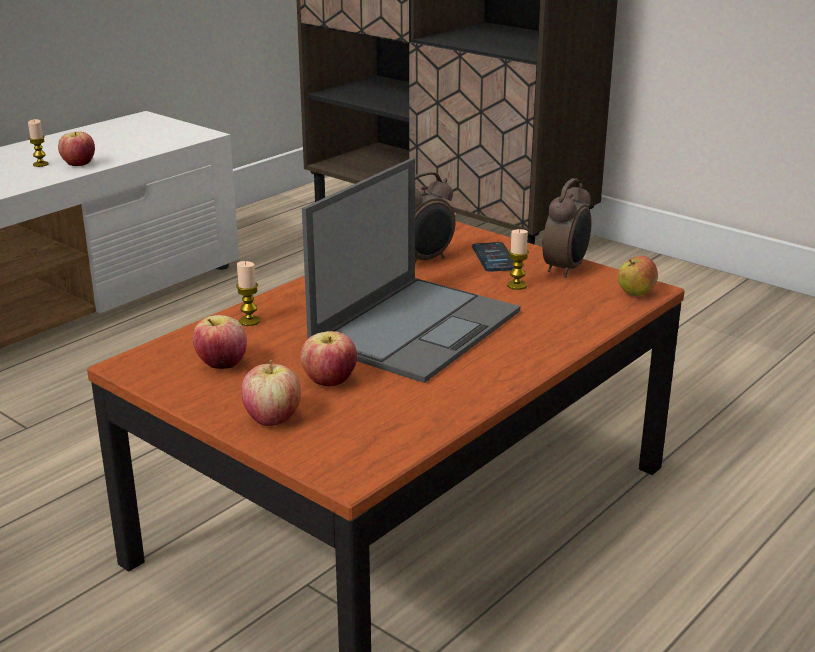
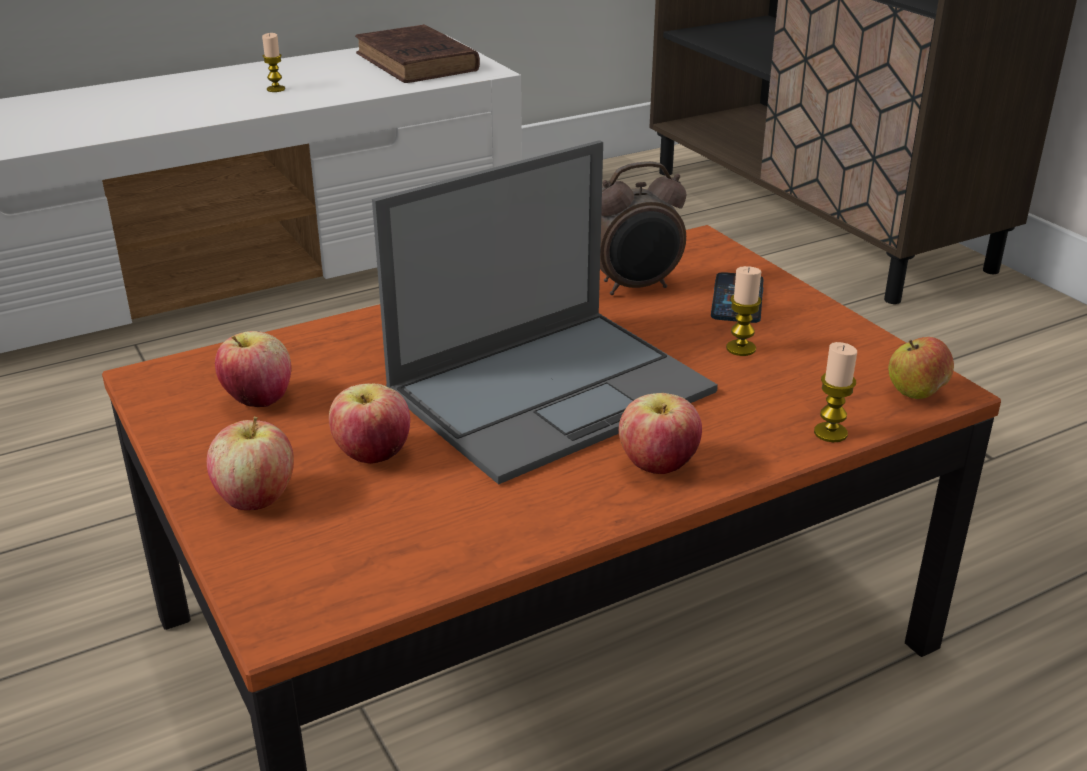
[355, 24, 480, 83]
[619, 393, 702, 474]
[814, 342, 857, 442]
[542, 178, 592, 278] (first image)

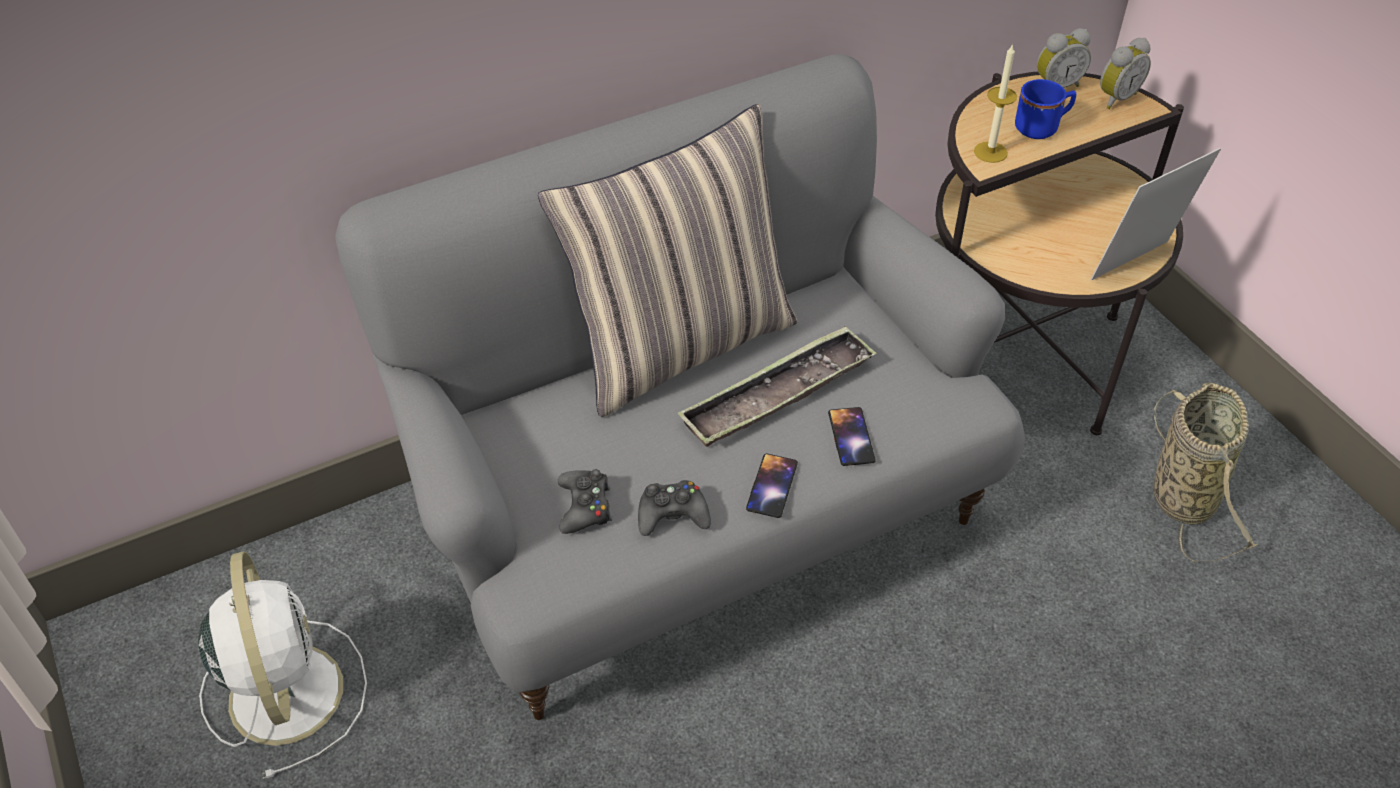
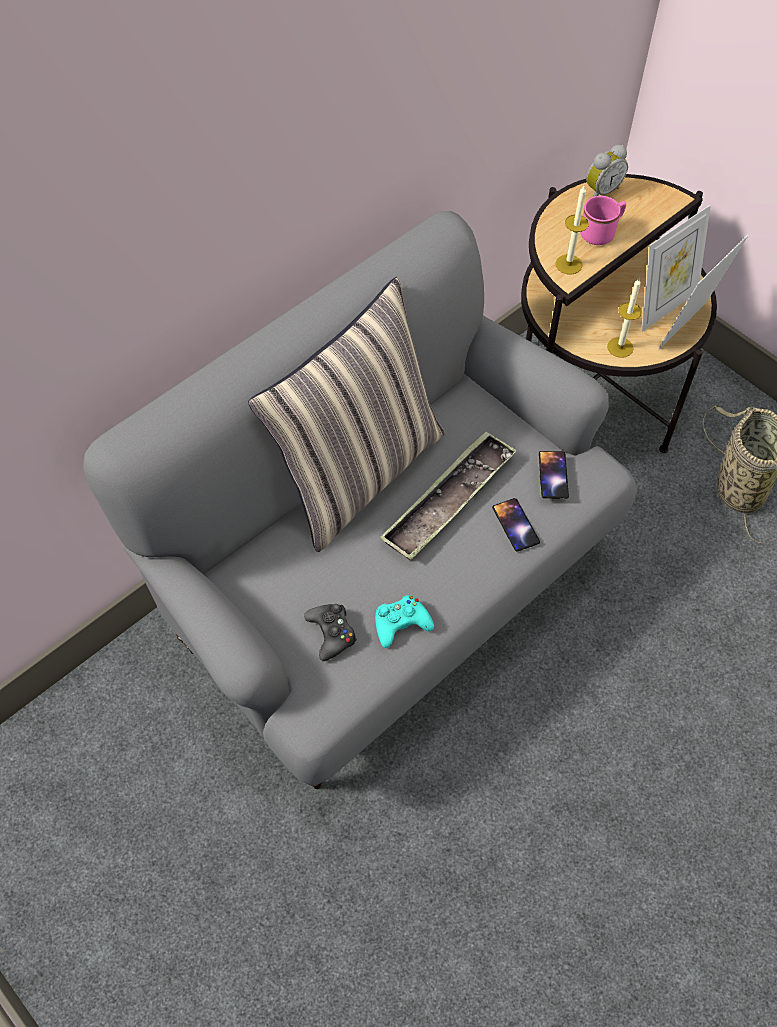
[375, 595, 434, 648]
[539, 451, 569, 499]
[580, 196, 626, 245]
[607, 278, 642, 358]
[641, 205, 711, 332]
[198, 551, 367, 779] (first image)
[1100, 38, 1151, 109] (first image)

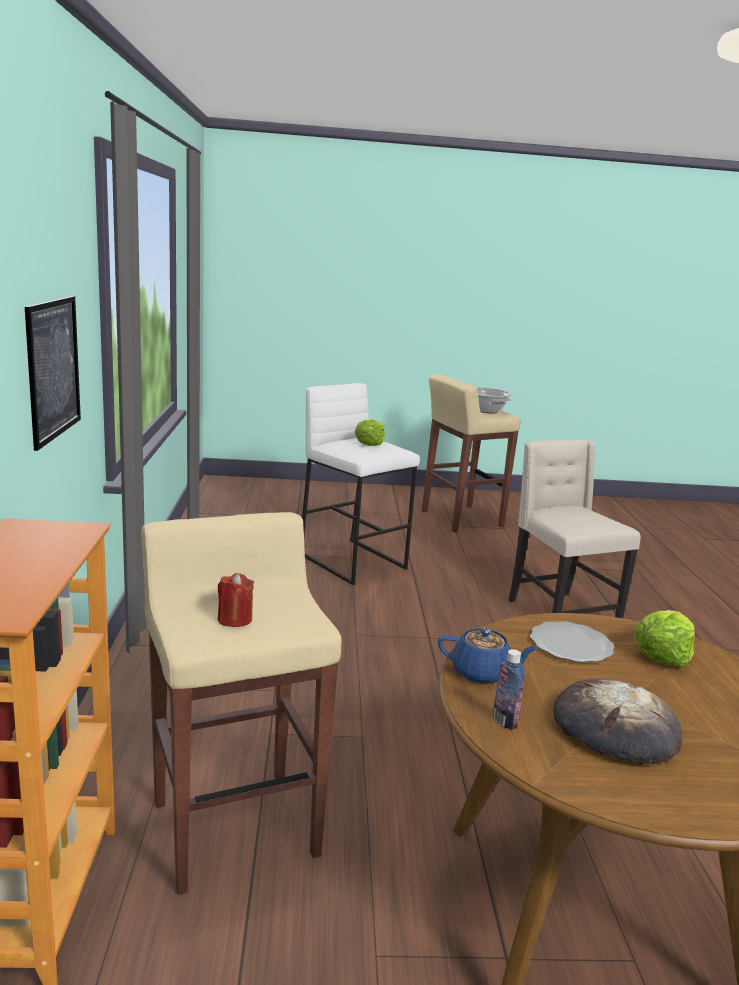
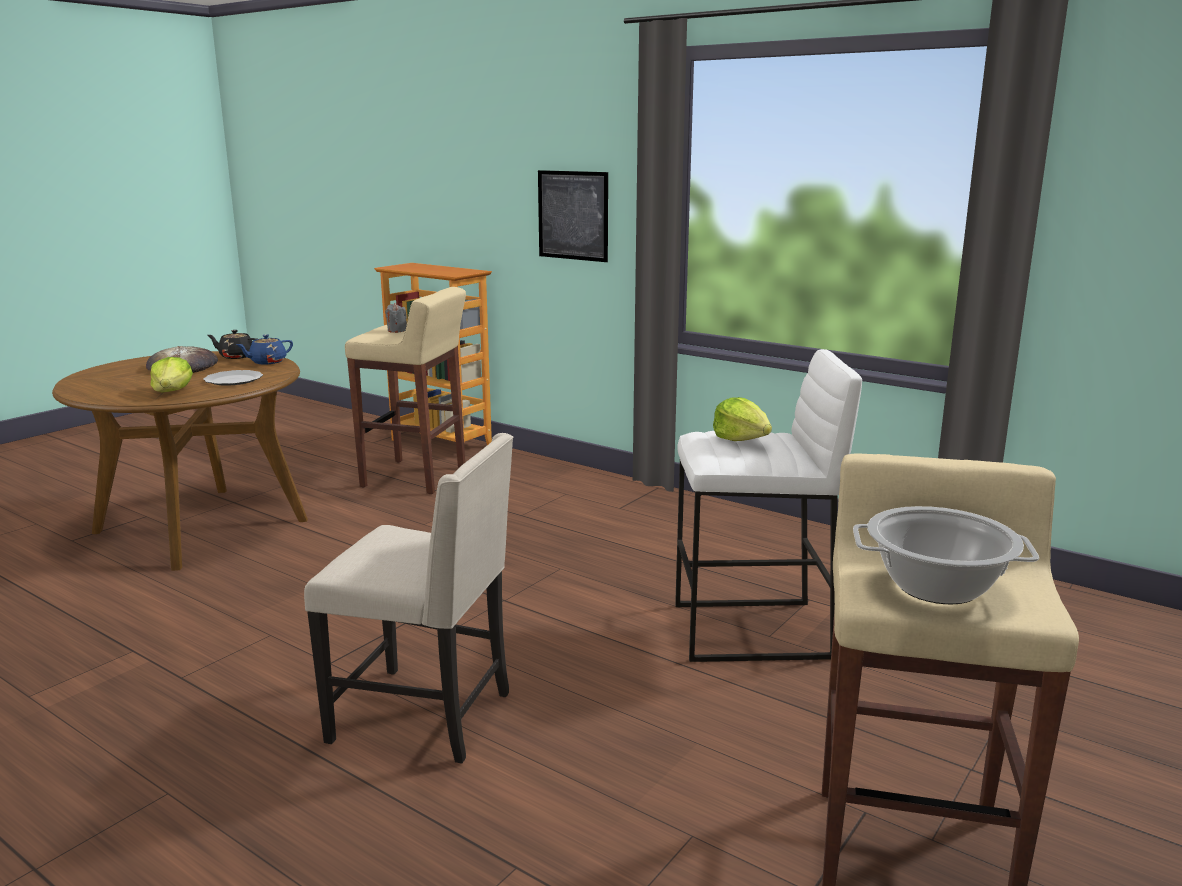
[207, 330, 257, 359]
[385, 303, 407, 333]

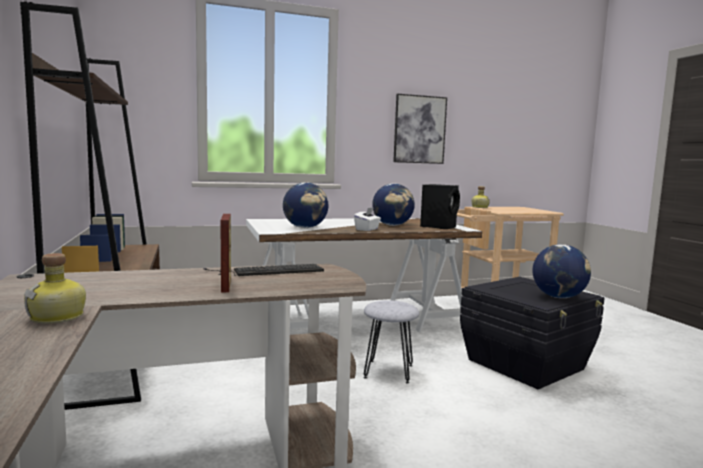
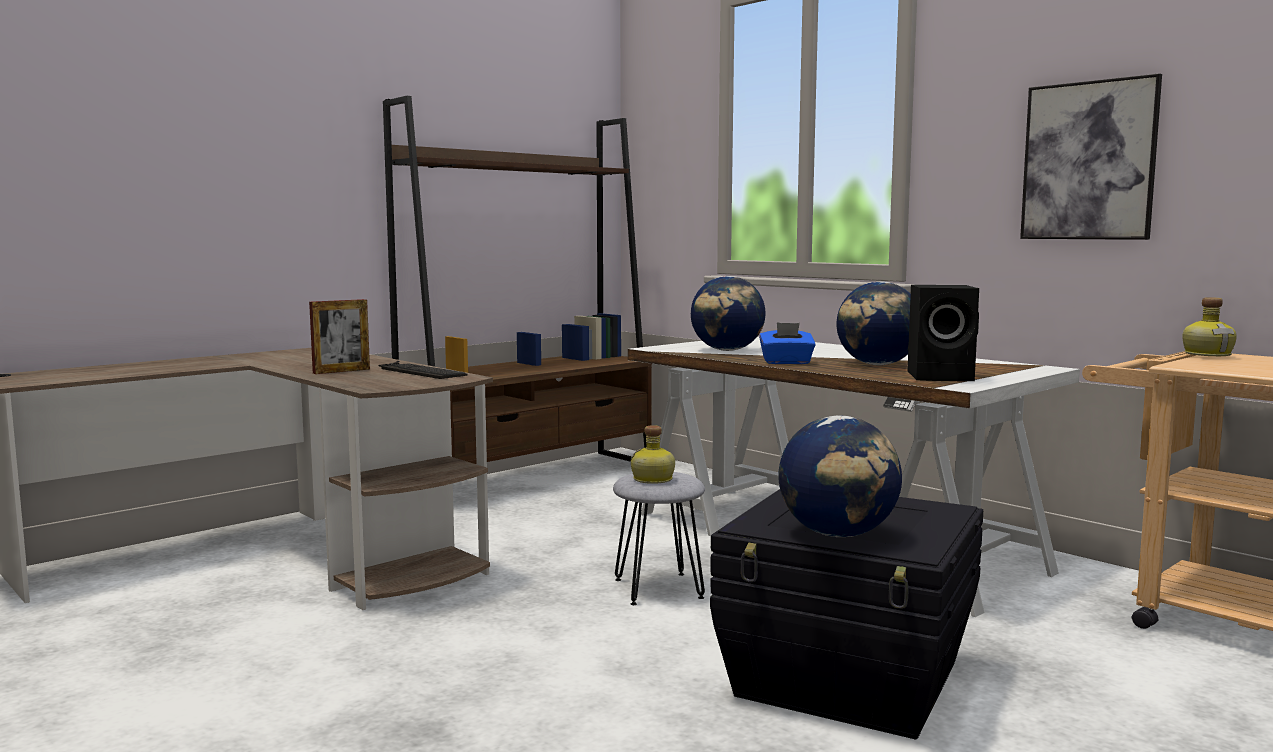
[631, 425, 675, 484]
[759, 322, 816, 364]

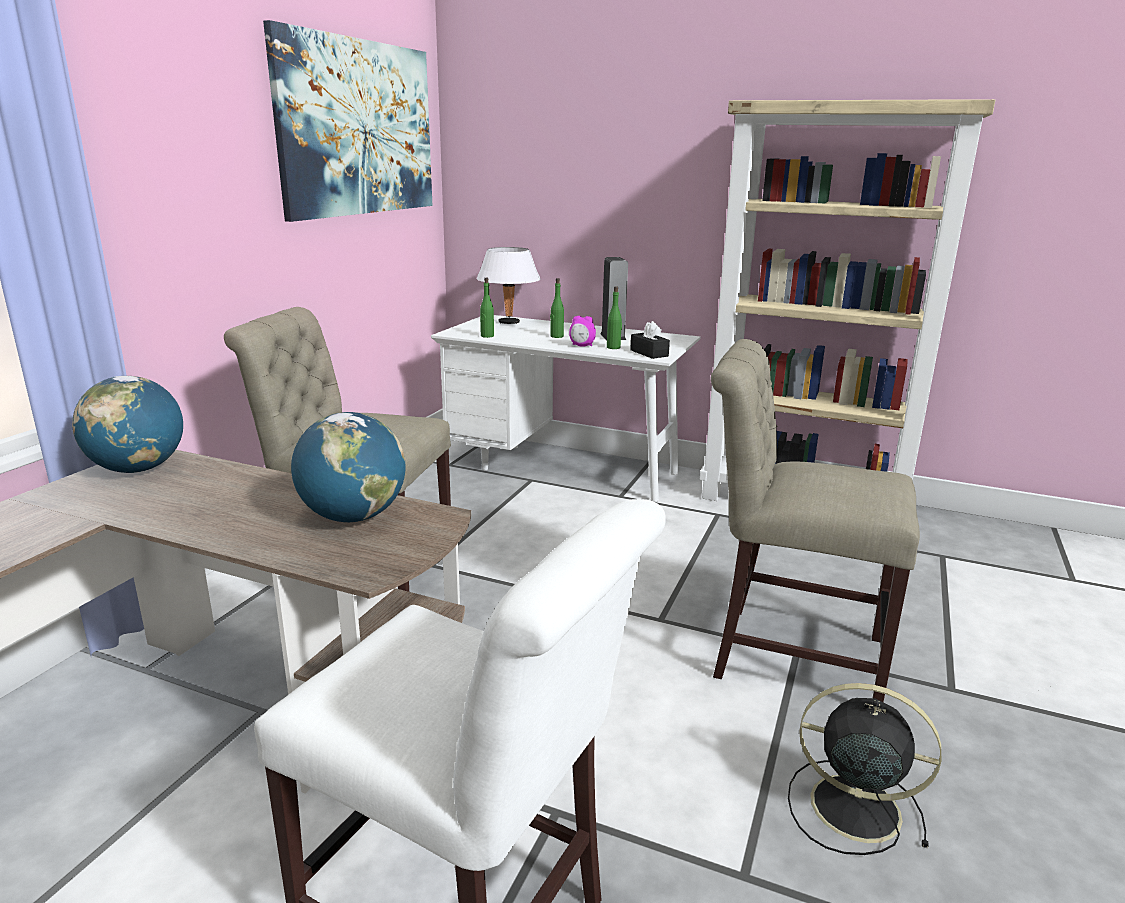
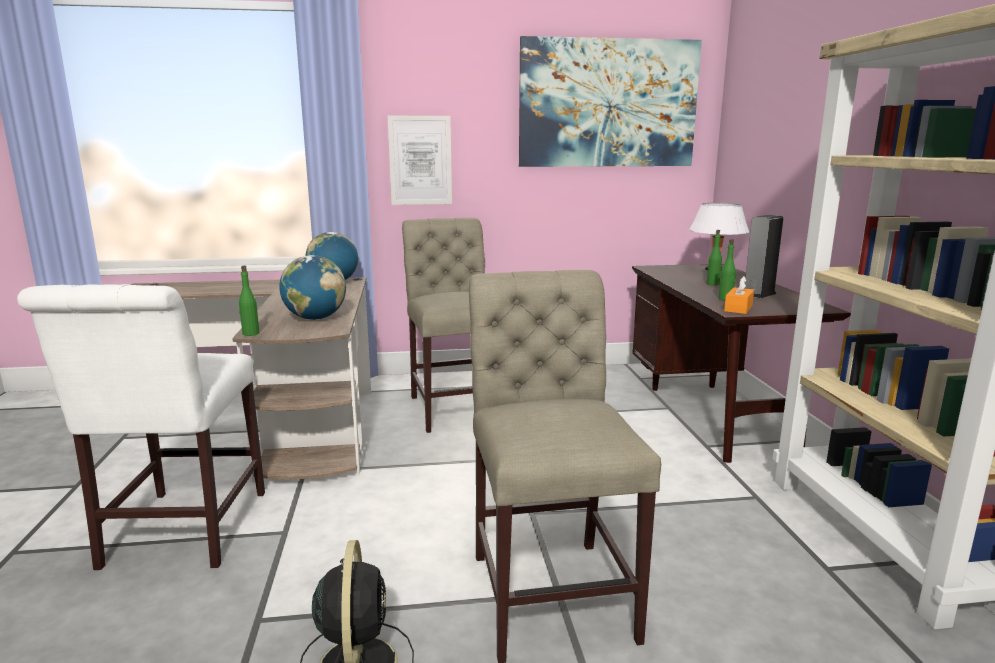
[239, 266, 260, 336]
[388, 116, 452, 205]
[632, 264, 851, 463]
[724, 276, 754, 314]
[569, 316, 596, 347] (first image)

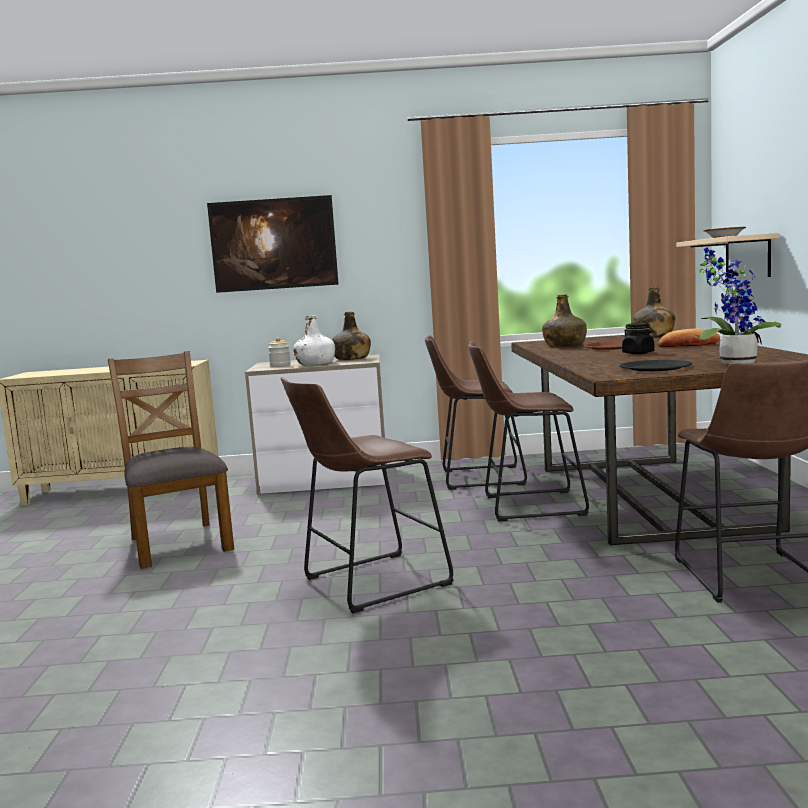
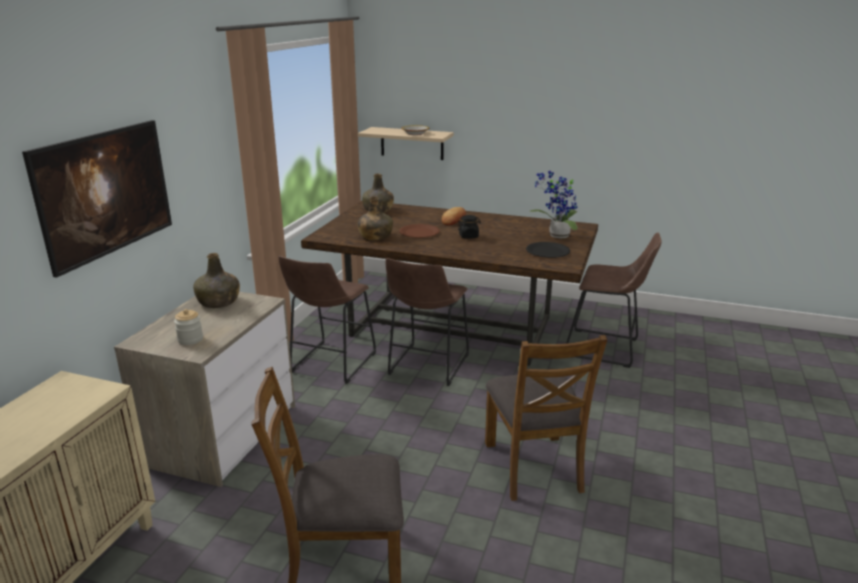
[485, 335, 607, 501]
[293, 315, 335, 365] (first image)

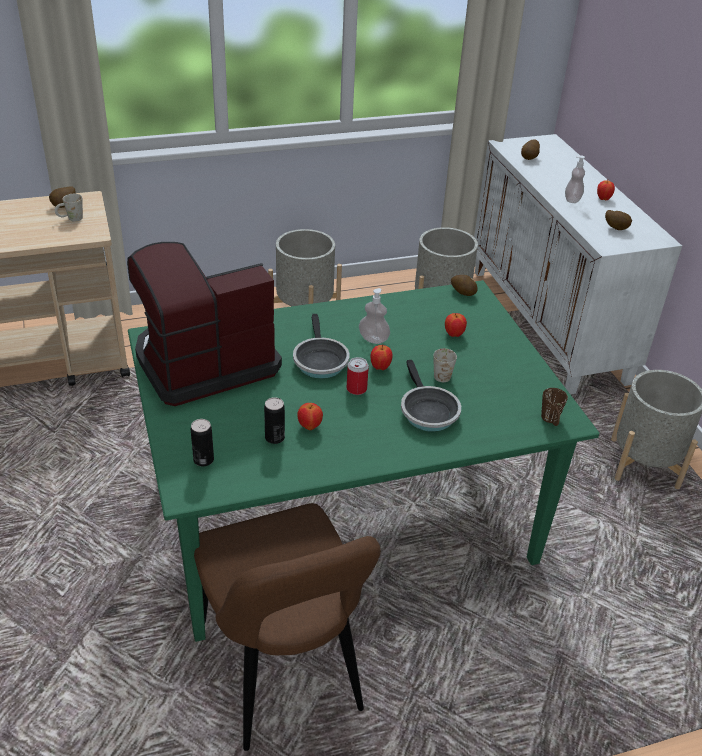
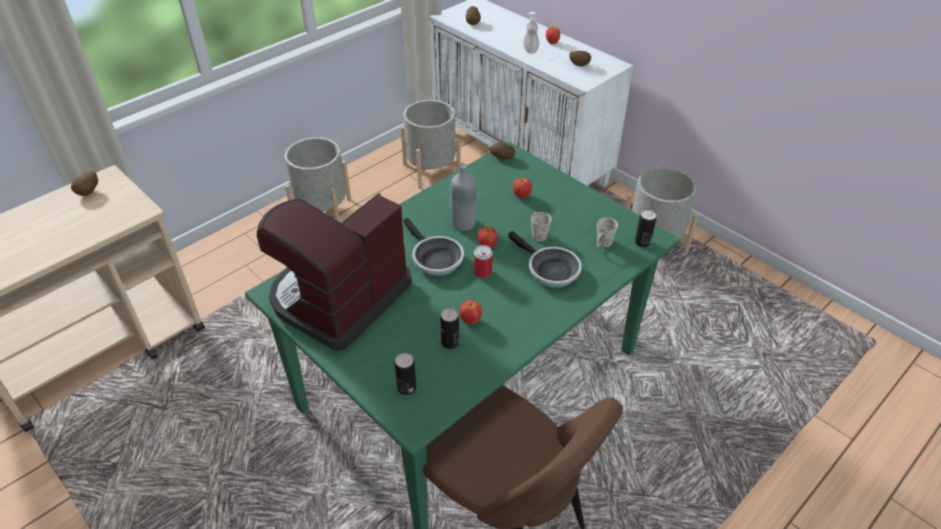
[450, 164, 477, 231]
[596, 217, 618, 247]
[635, 210, 656, 247]

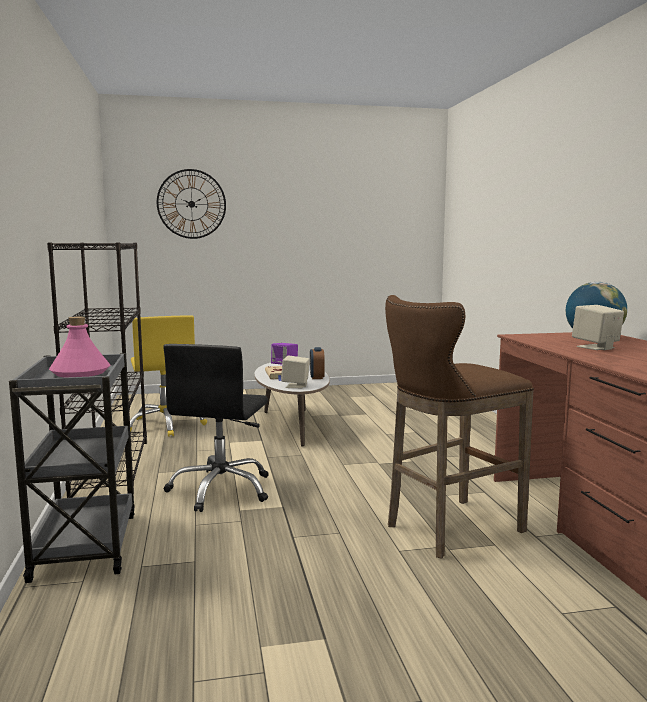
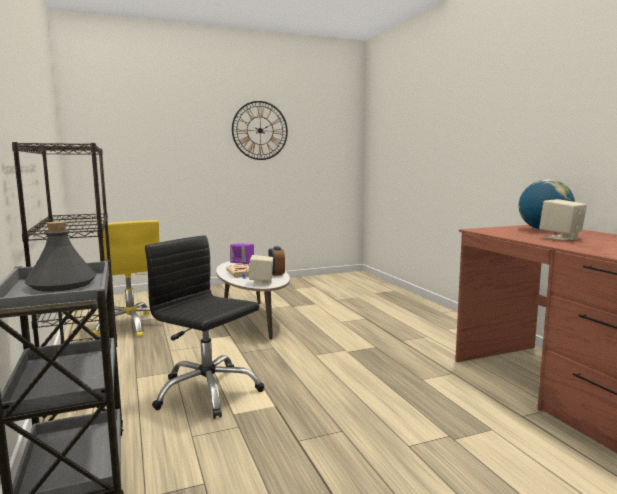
[24, 221, 97, 292]
[145, 235, 264, 419]
[232, 101, 288, 160]
[385, 295, 534, 559] (first image)

